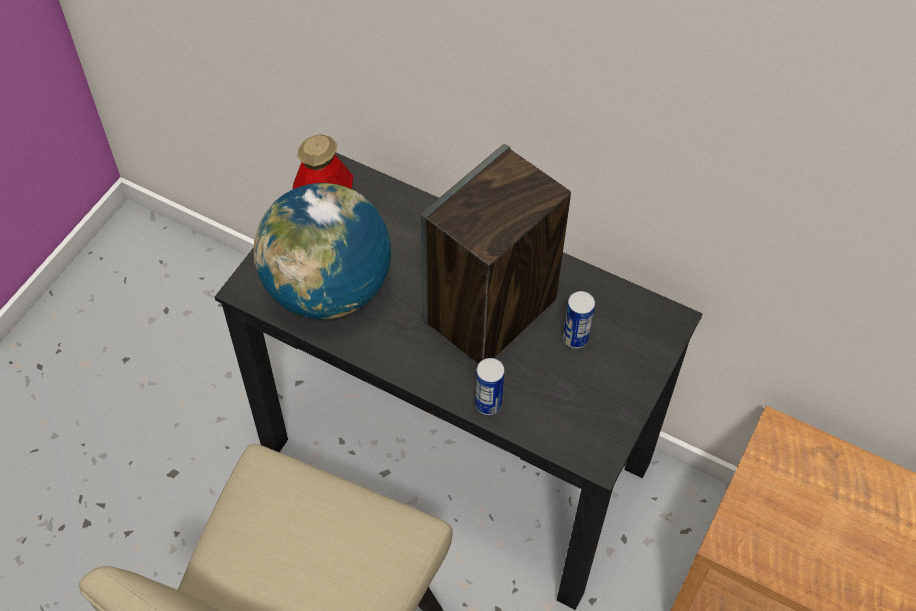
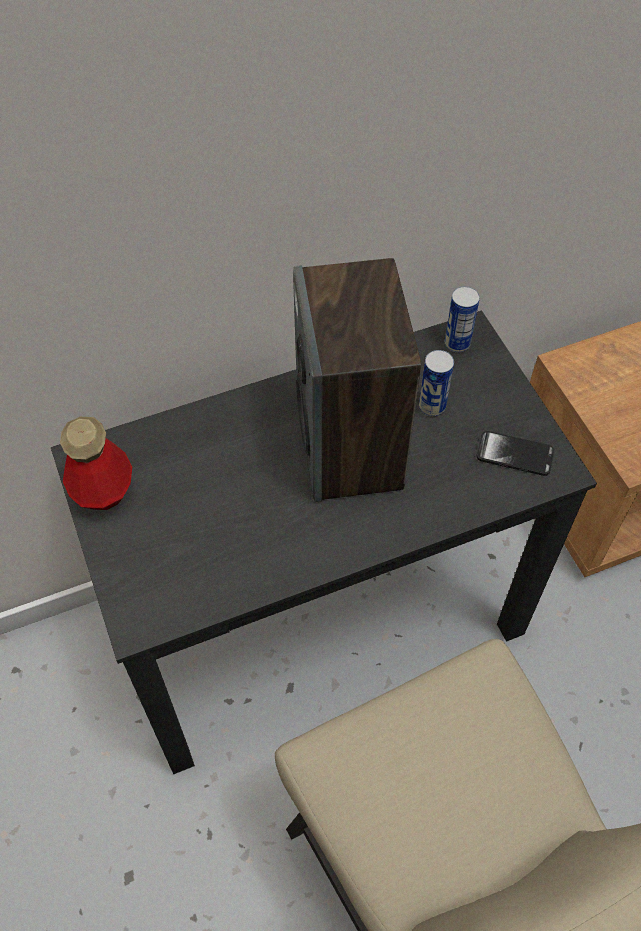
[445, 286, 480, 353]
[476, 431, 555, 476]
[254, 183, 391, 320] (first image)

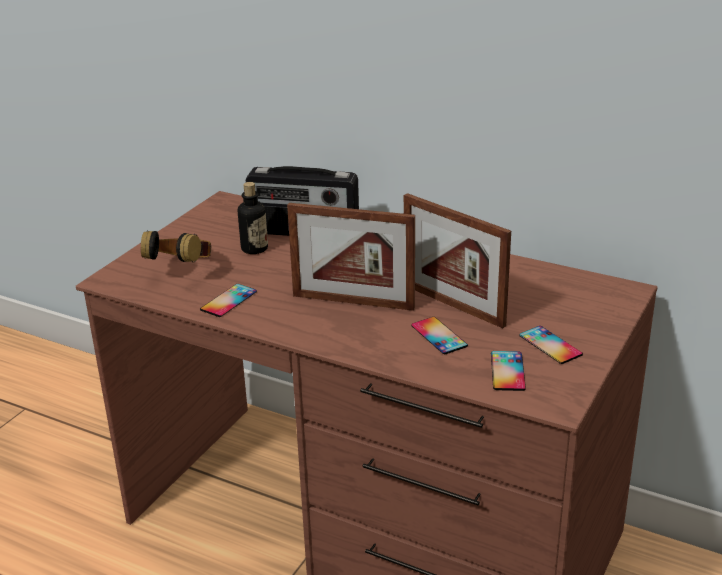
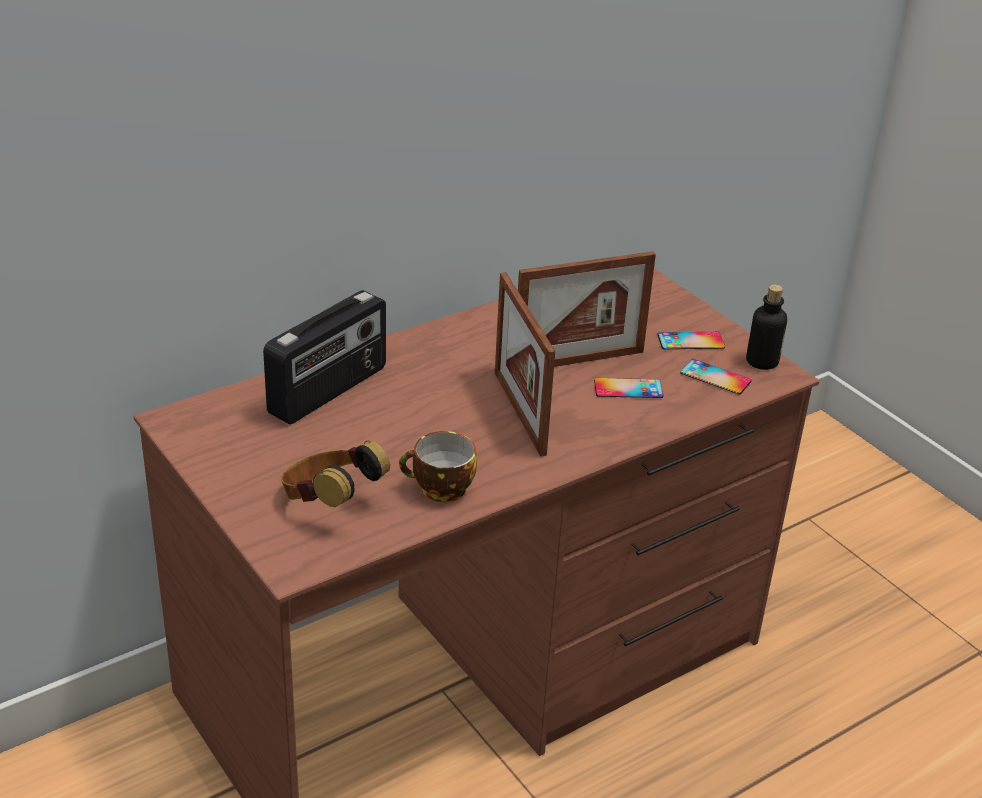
[399, 431, 477, 502]
[495, 272, 555, 457]
[746, 284, 787, 370]

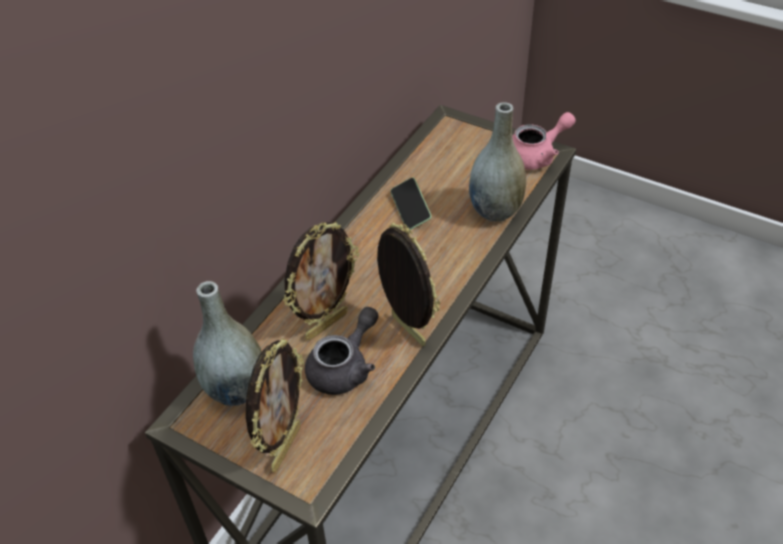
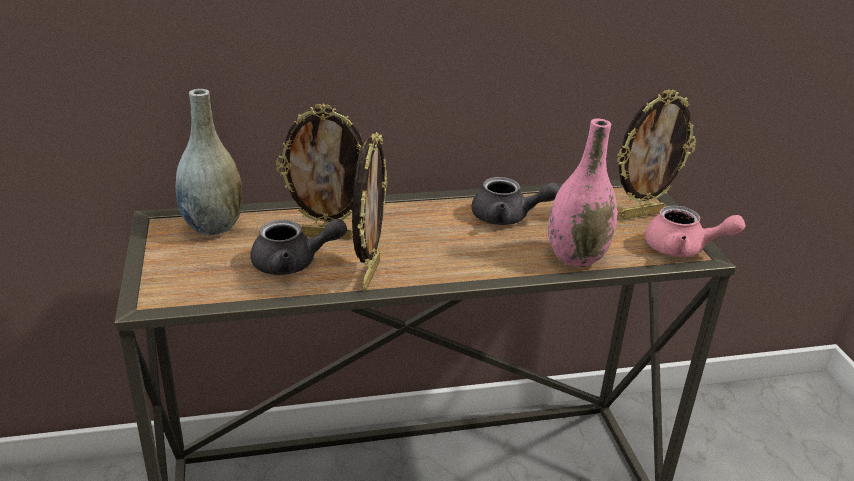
[471, 177, 560, 225]
[548, 119, 617, 267]
[617, 89, 696, 219]

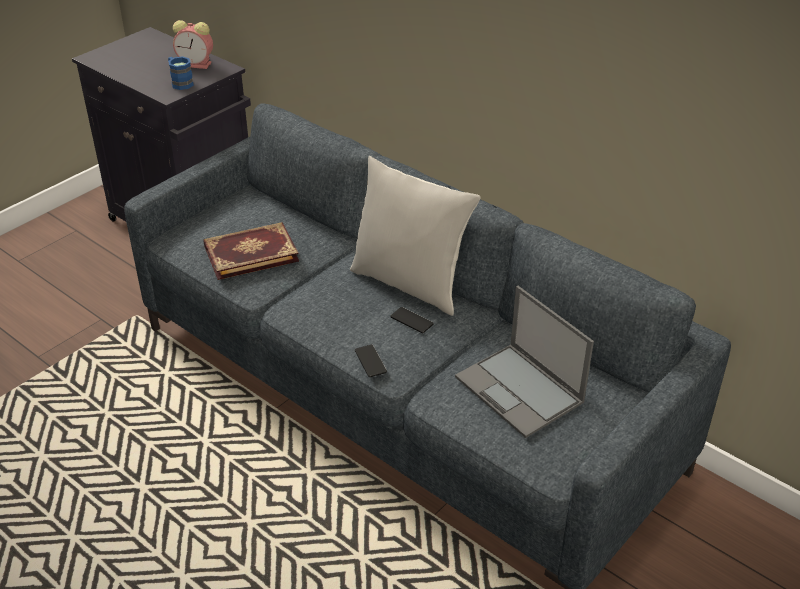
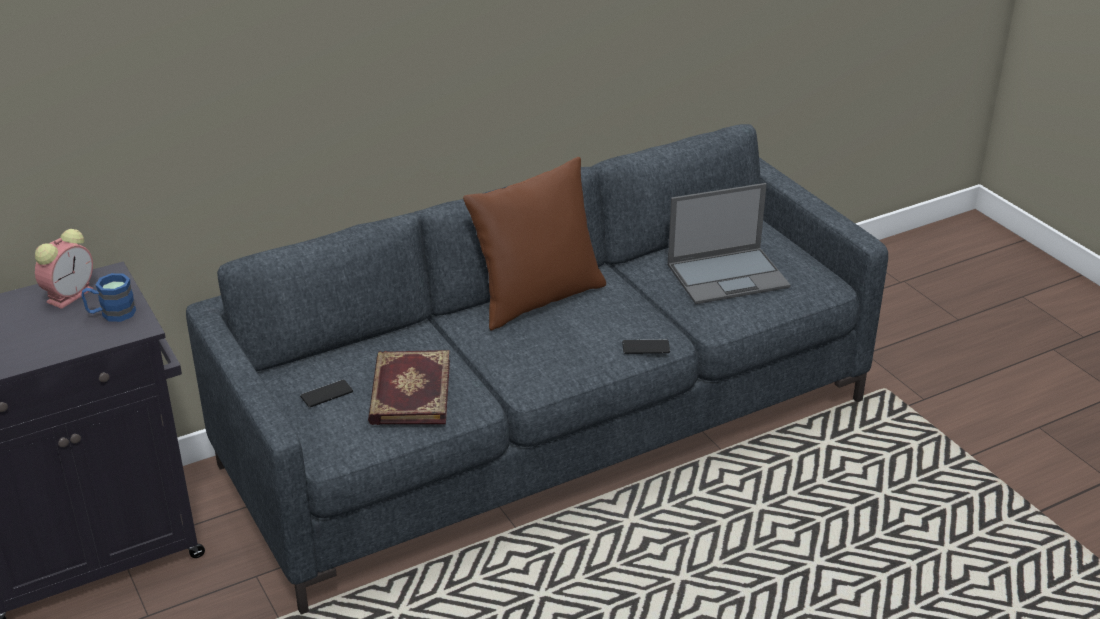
[300, 380, 353, 407]
[463, 157, 606, 330]

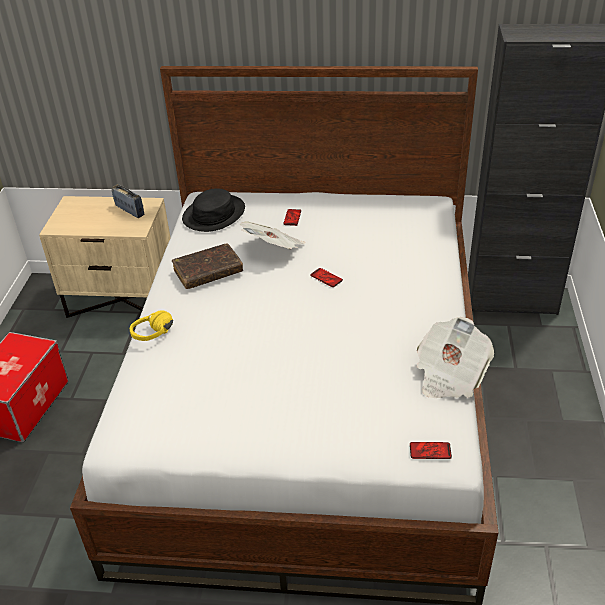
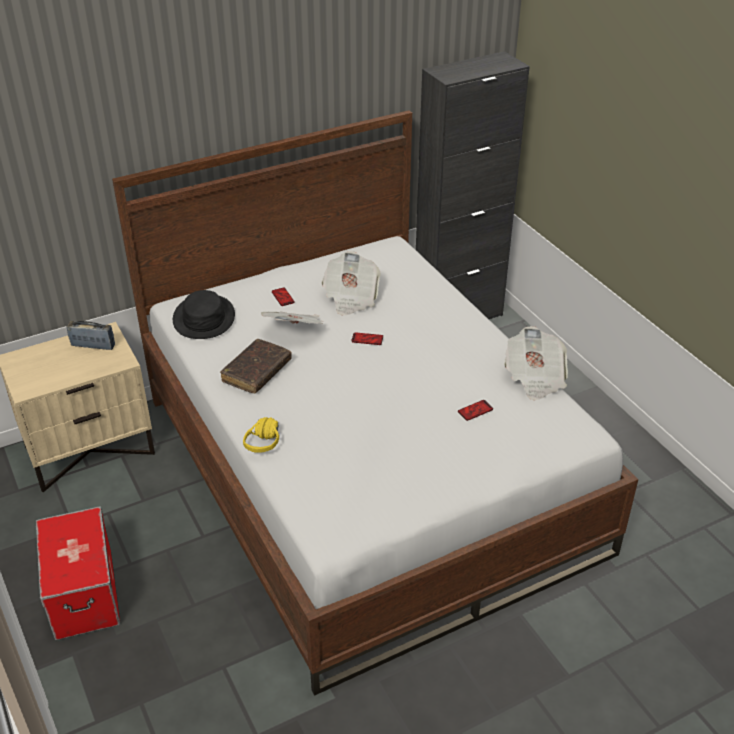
[321, 251, 381, 316]
[458, 400, 493, 421]

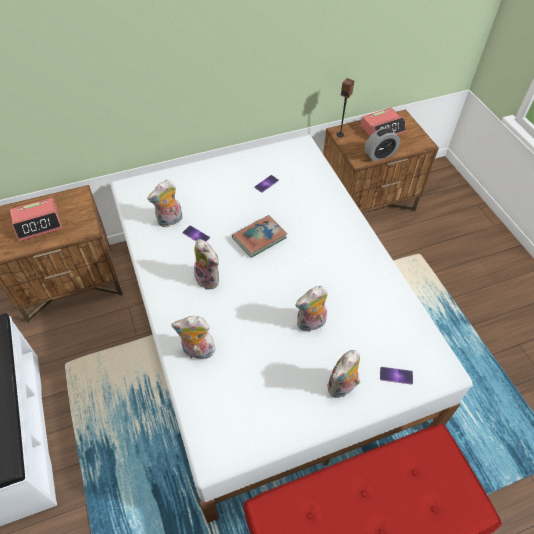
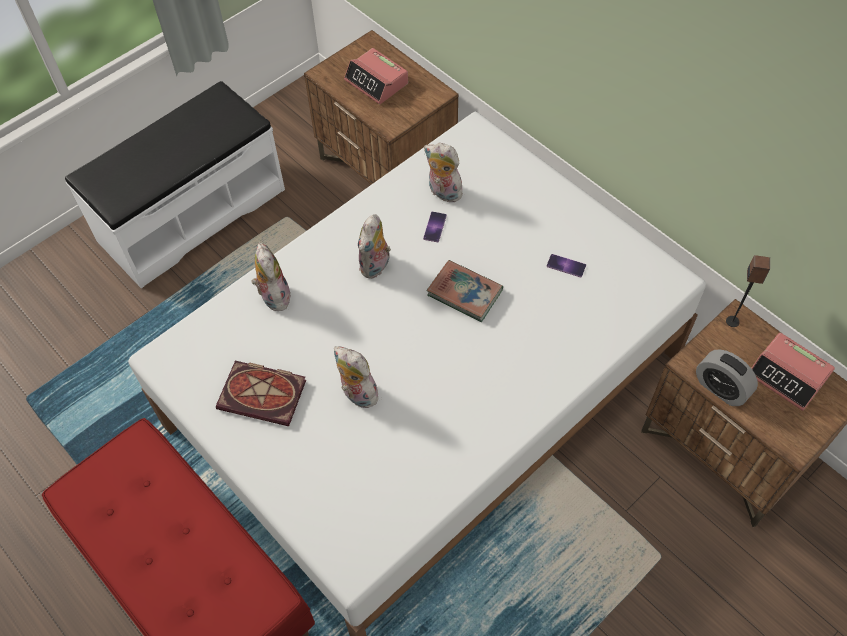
[216, 361, 306, 426]
[327, 350, 360, 398] (first image)
[380, 367, 413, 385] (first image)

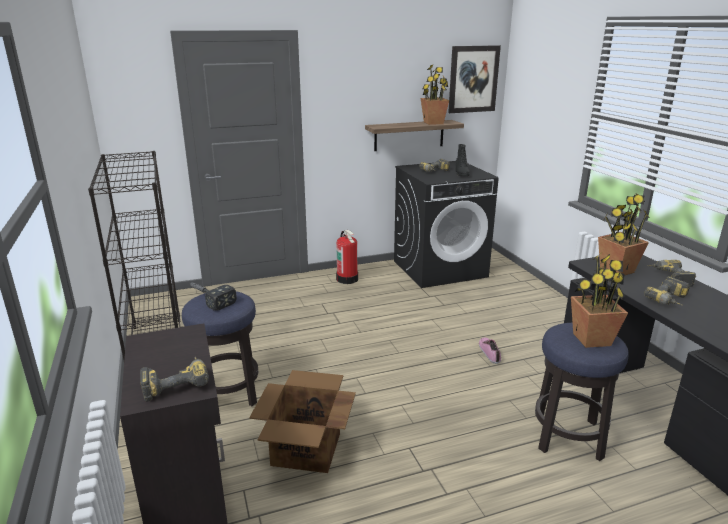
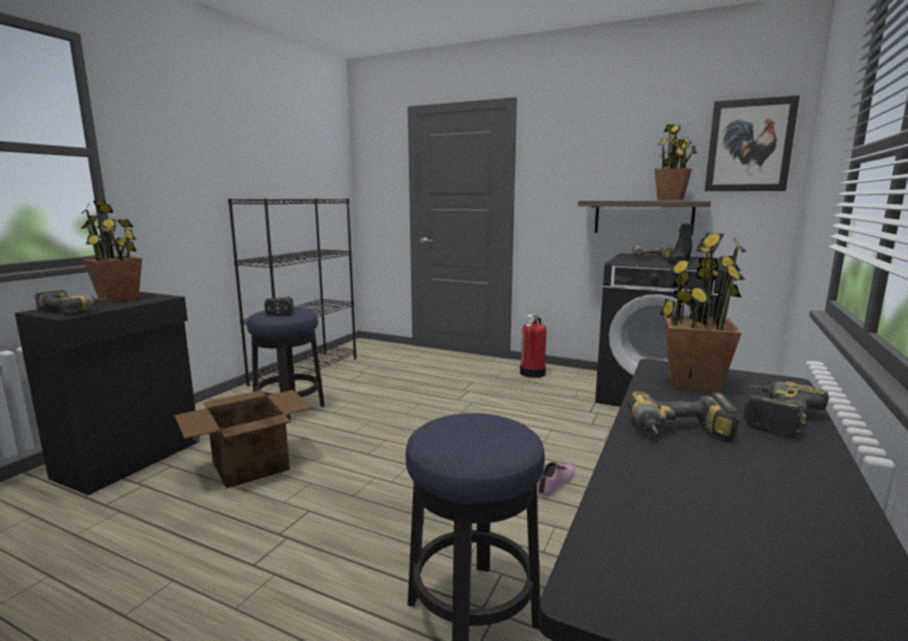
[80, 201, 142, 303]

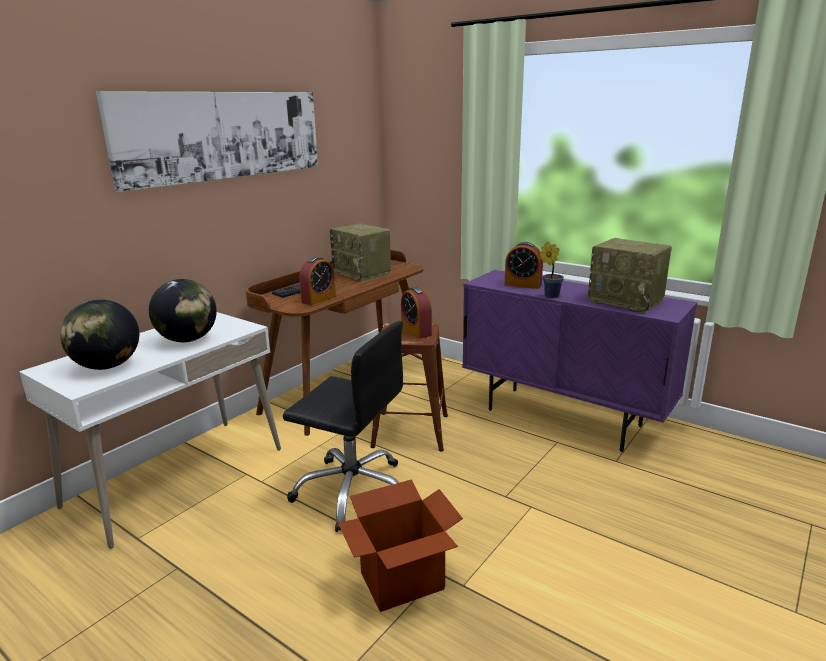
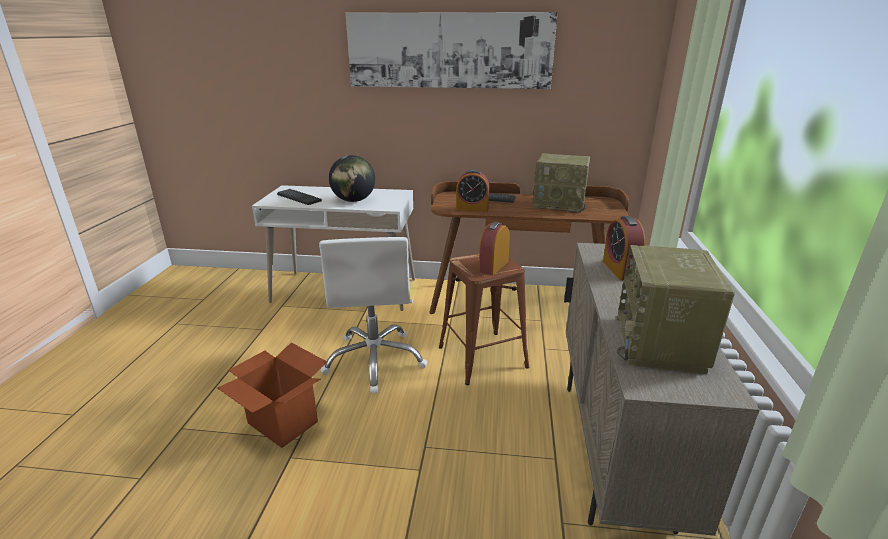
[277, 189, 322, 205]
[319, 237, 427, 394]
[533, 153, 590, 213]
[564, 243, 760, 536]
[540, 242, 564, 298] (first image)

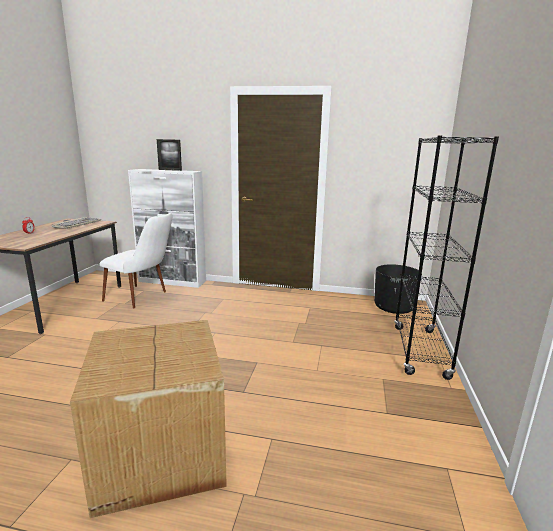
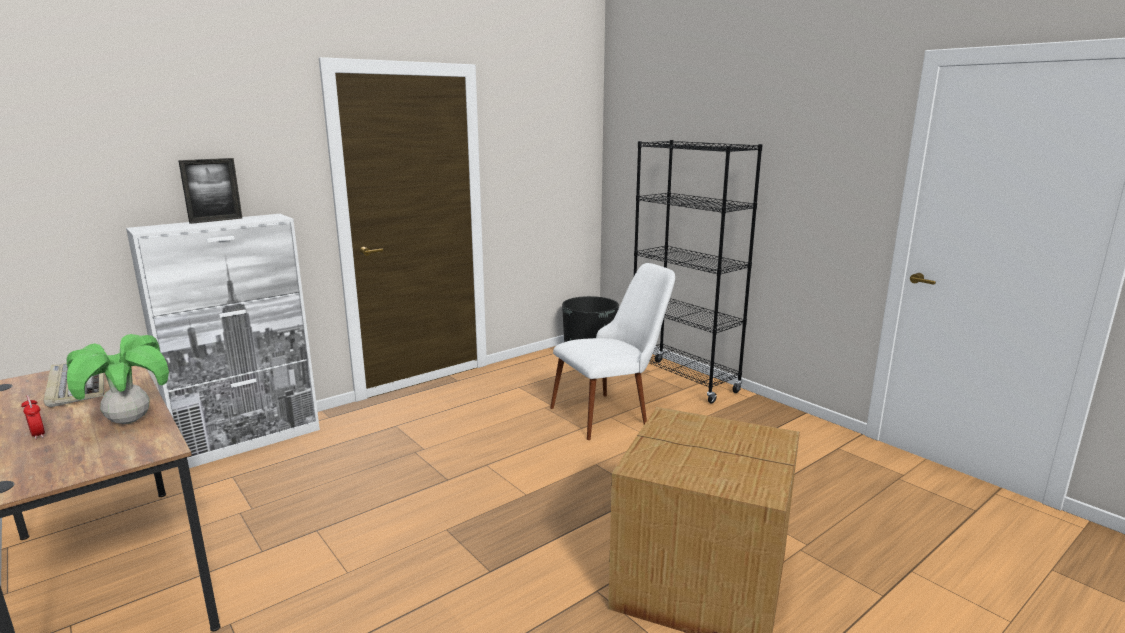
[67, 334, 169, 424]
[550, 263, 675, 440]

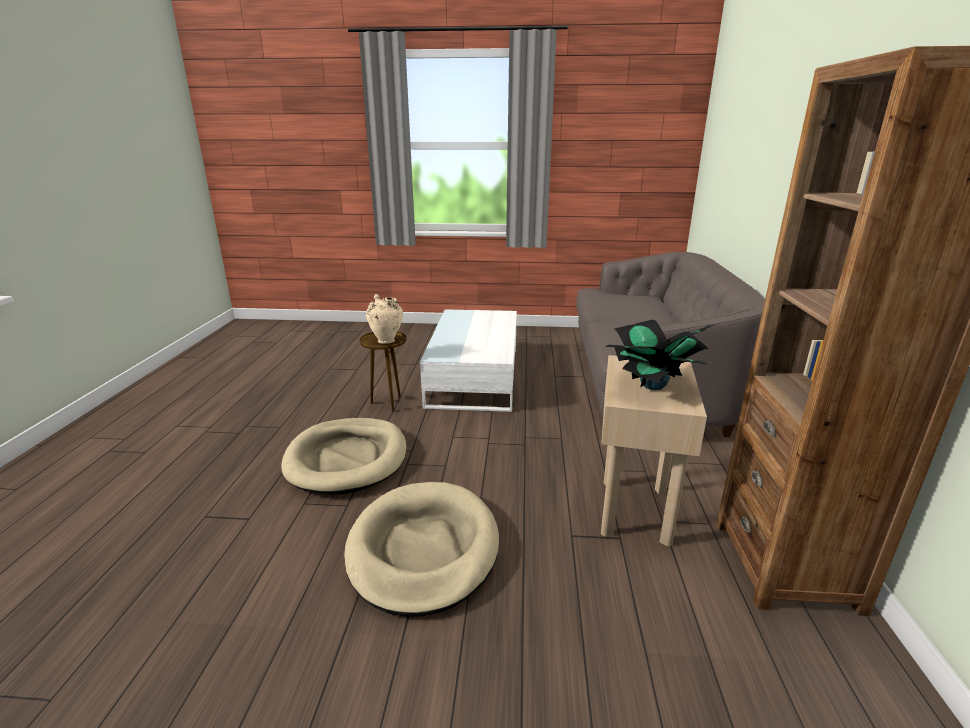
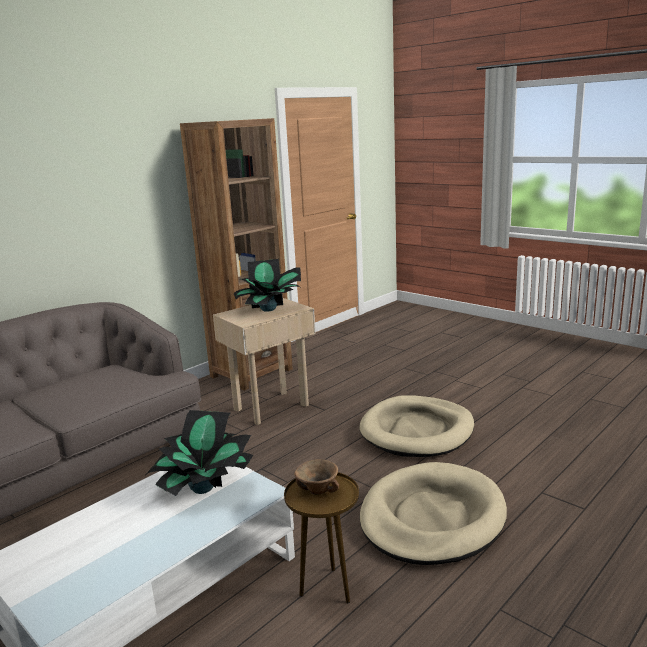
[147, 410, 253, 496]
[294, 459, 339, 495]

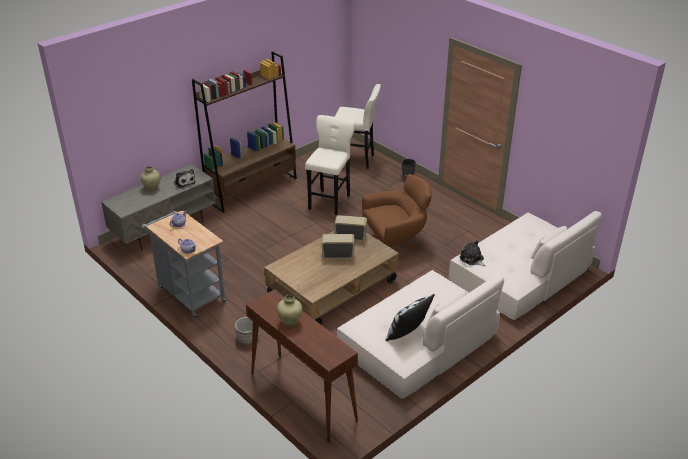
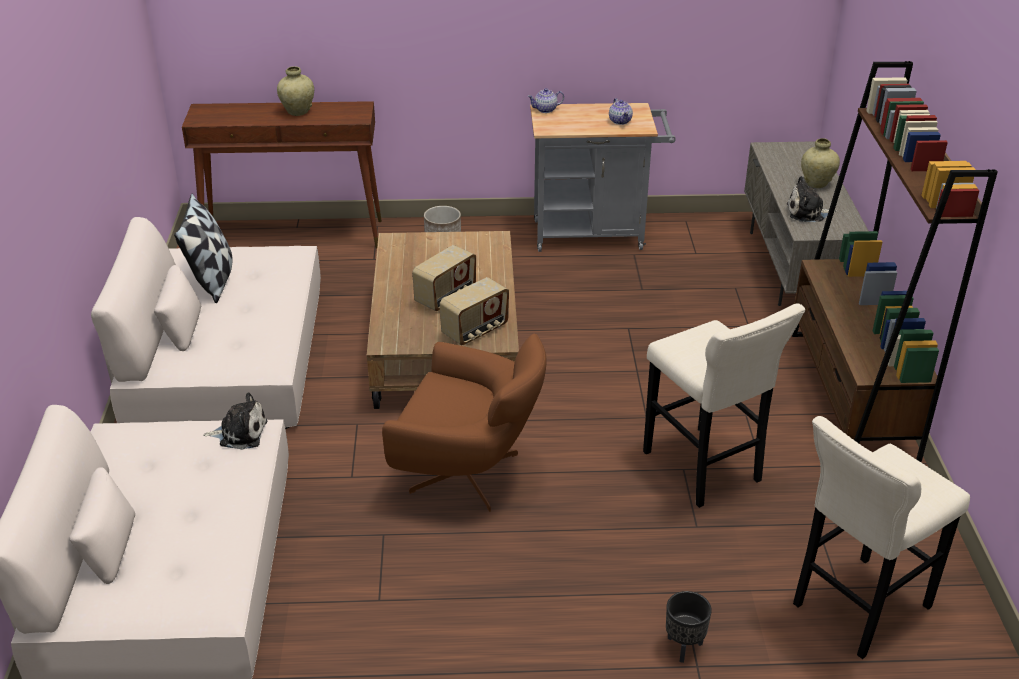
[382, 334, 547, 512]

